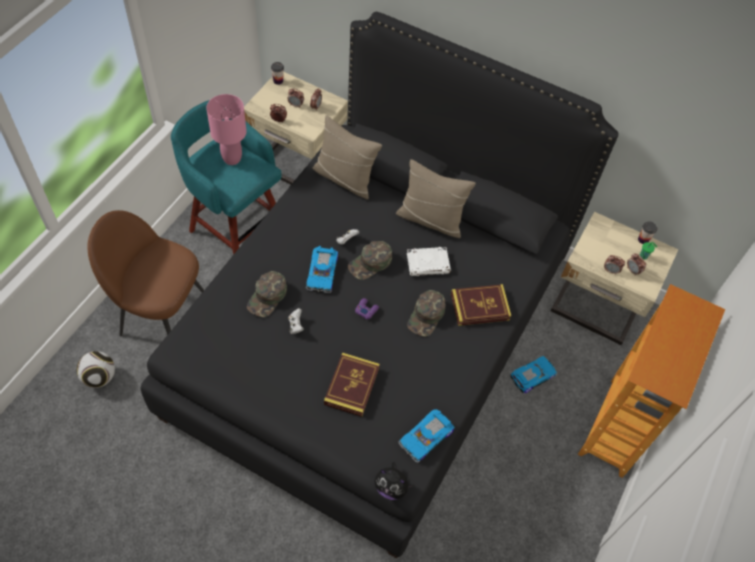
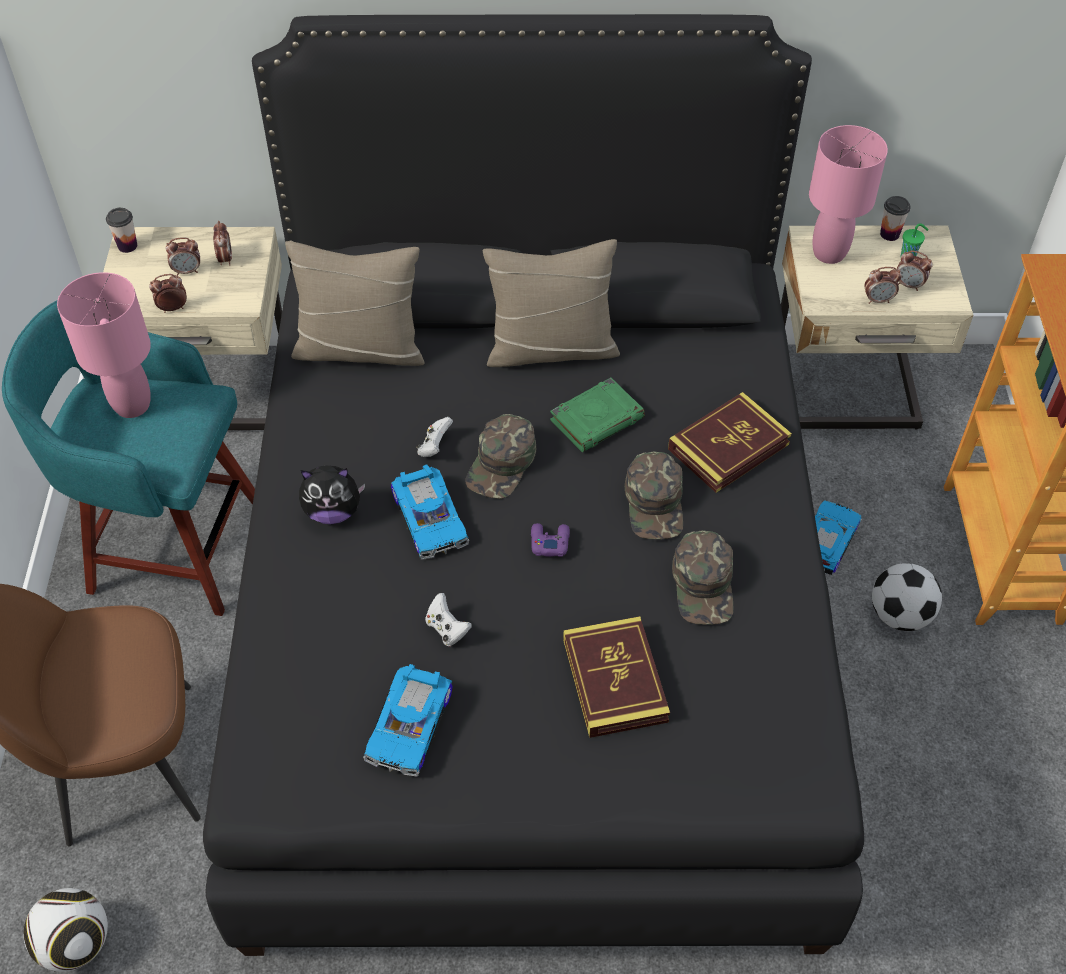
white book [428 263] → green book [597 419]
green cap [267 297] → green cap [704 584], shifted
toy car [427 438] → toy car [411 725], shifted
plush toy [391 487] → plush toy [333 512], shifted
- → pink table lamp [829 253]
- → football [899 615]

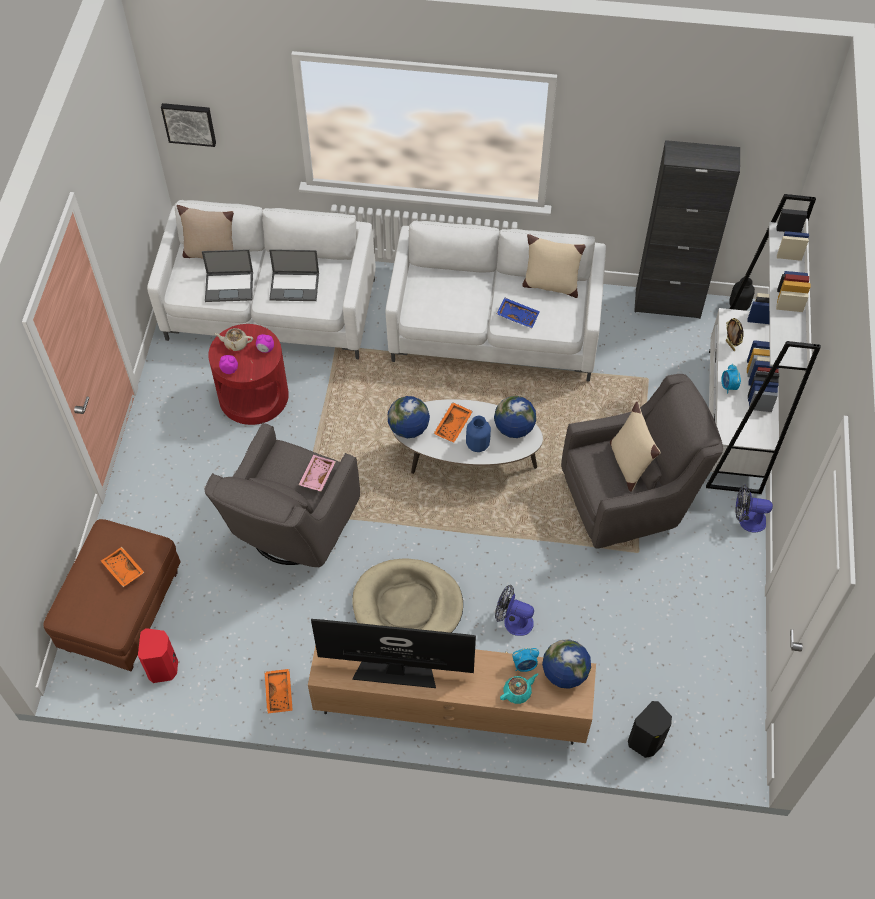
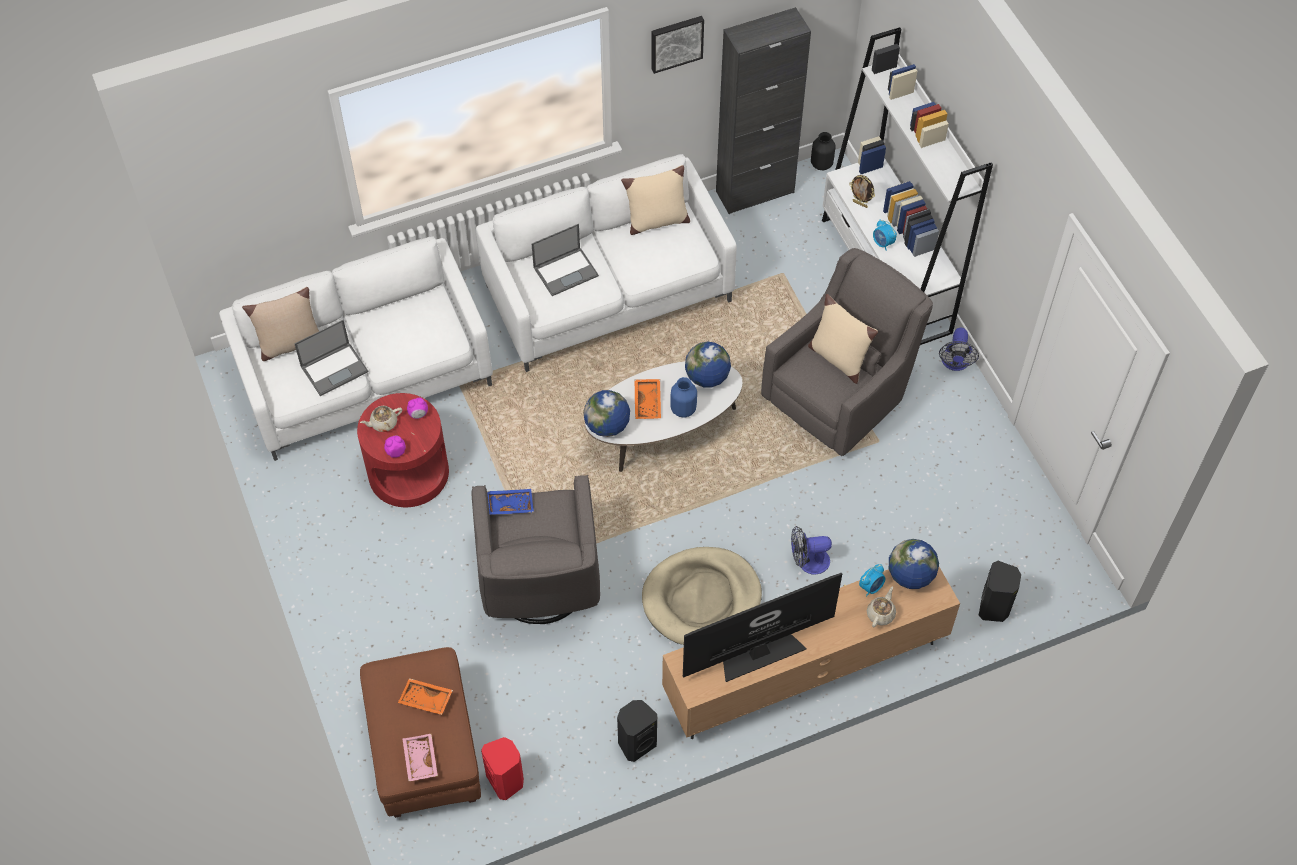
picture [189 123] → picture [676 42], shifted
laptop [295 286] → laptop [566 271], shifted
blue tray [518 315] → blue tray [510 504], shifted
pink tray [316 476] → pink tray [419 760], shifted
fan [747 520] → fan [955 363], 60 degrees counterclockwise
orange tray [280 693] → black speaker [636 743]
turquoise teapot [518 692] → beige teapot [881 614]

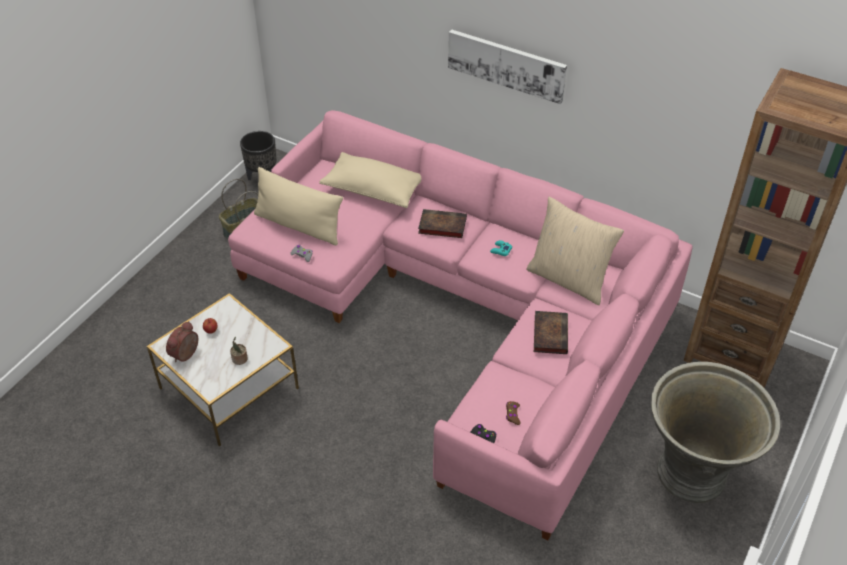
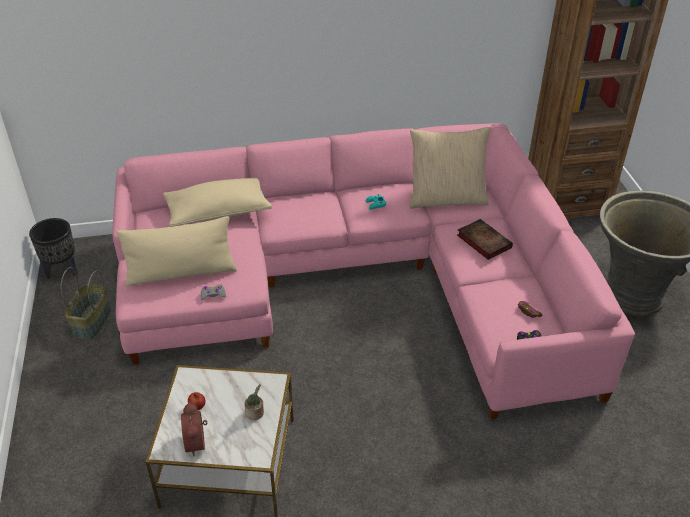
picture [506 65] → -
book [441 226] → -

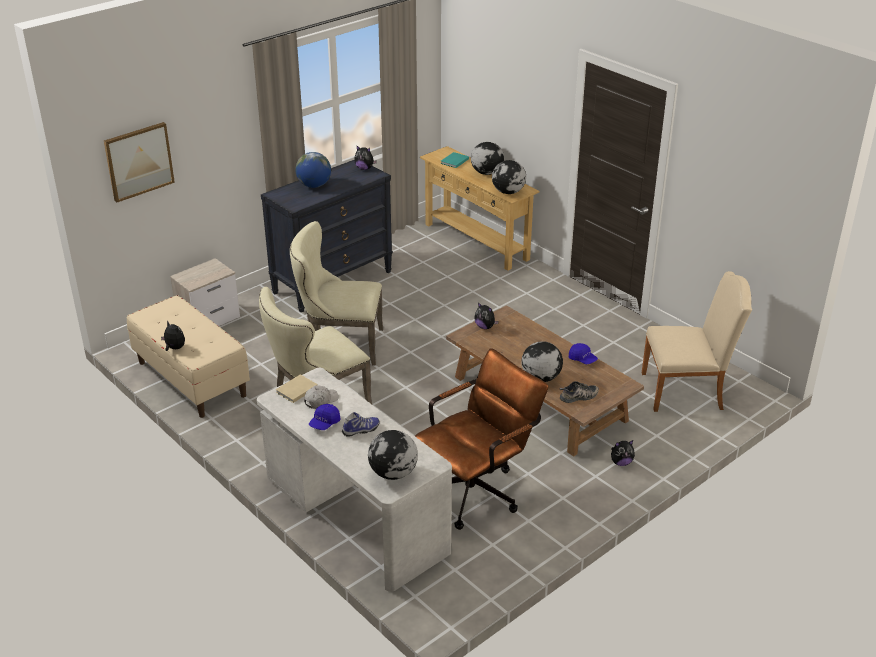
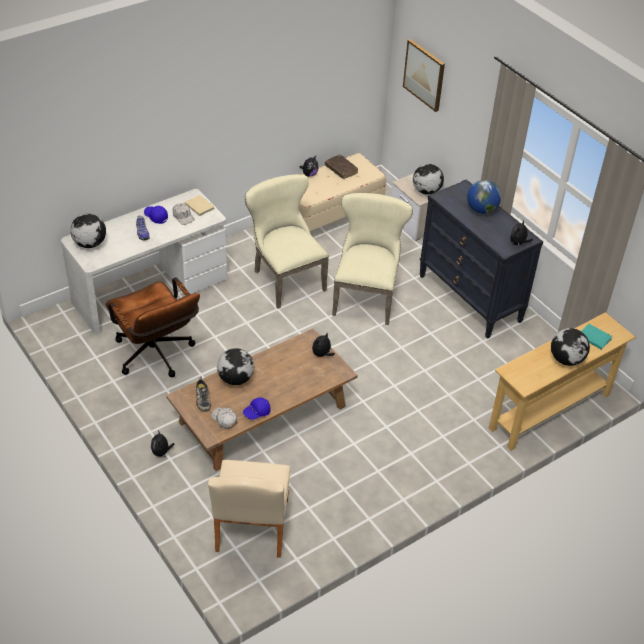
globe [508 192] → globe [426 191], shifted
- → brown book [341 170]
- → white cap [224 419]

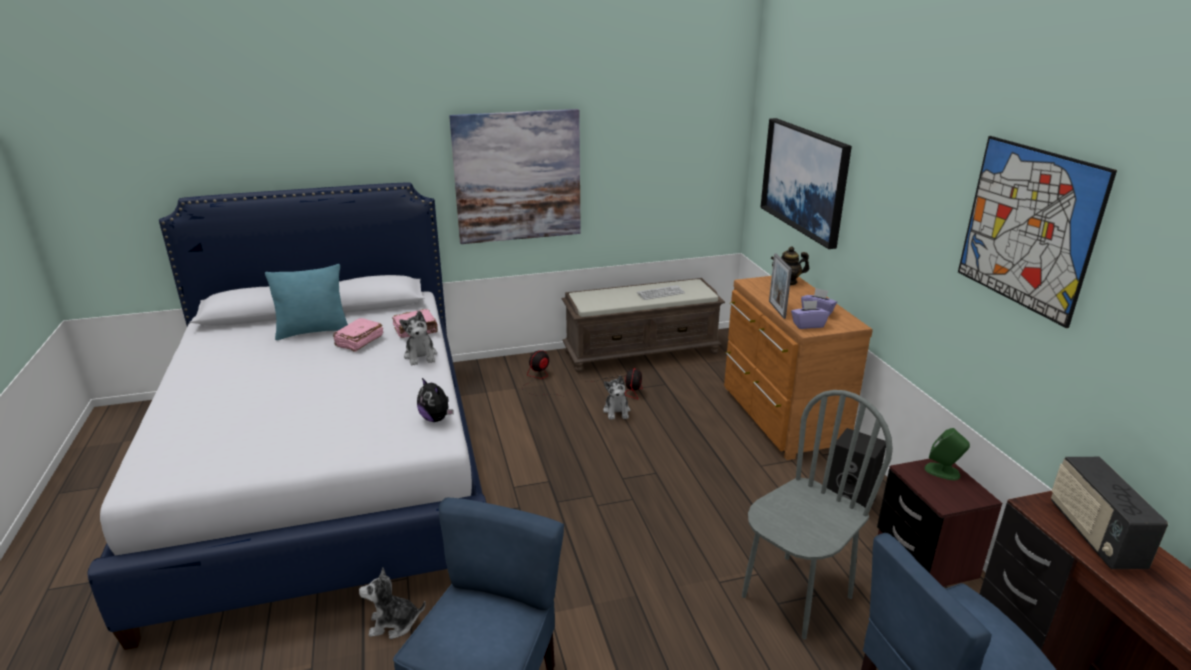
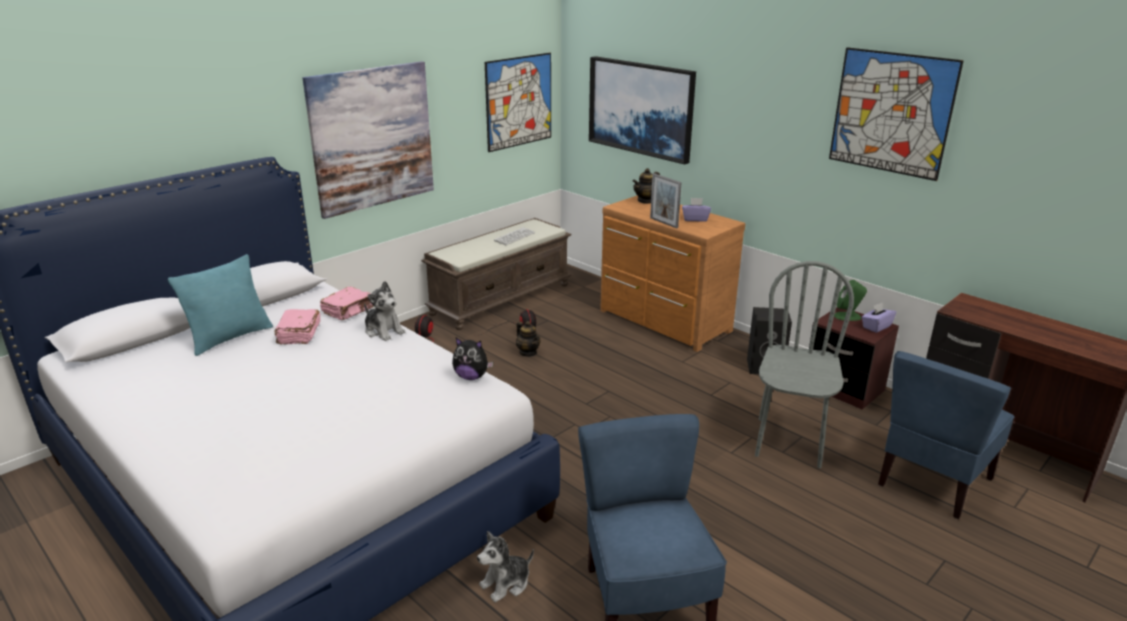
purple tissue box [808 325] → purple tissue box [876 327], shifted
plush toy [617 411] → teapot [528 352]
radio [1093 535] → -
- → picture [519 101]

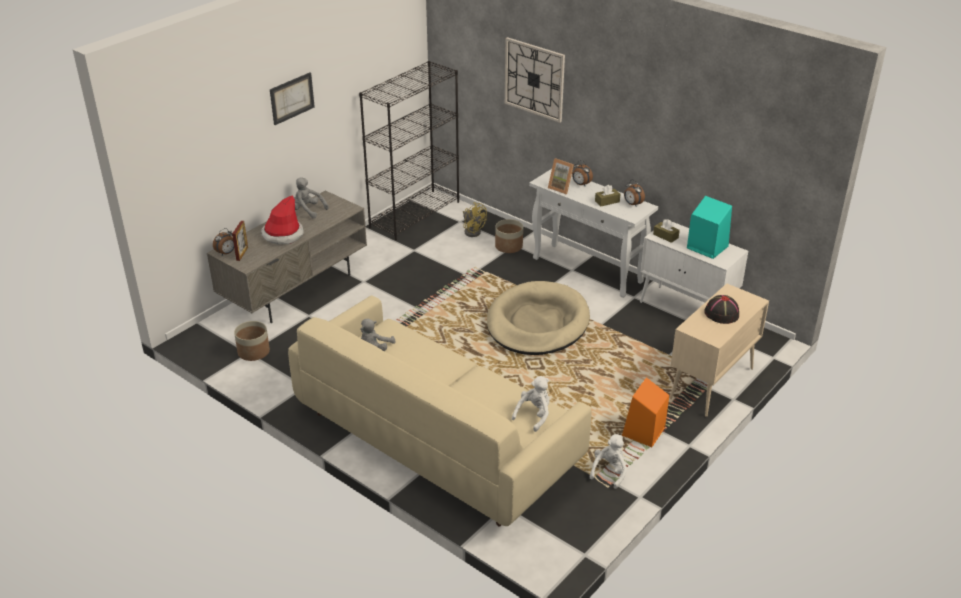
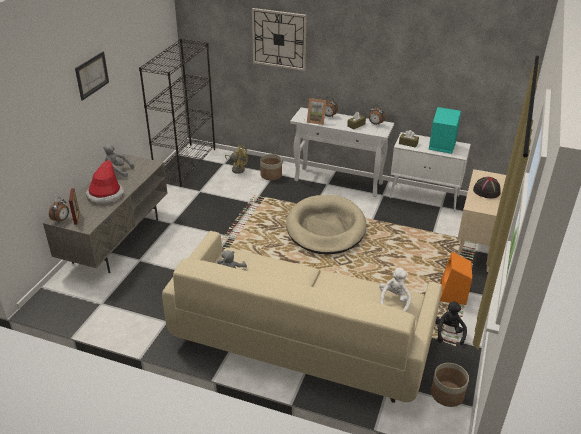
planter [254 352] → planter [447 394], shifted
white plush toy [609 472] → black plush toy [448 332]

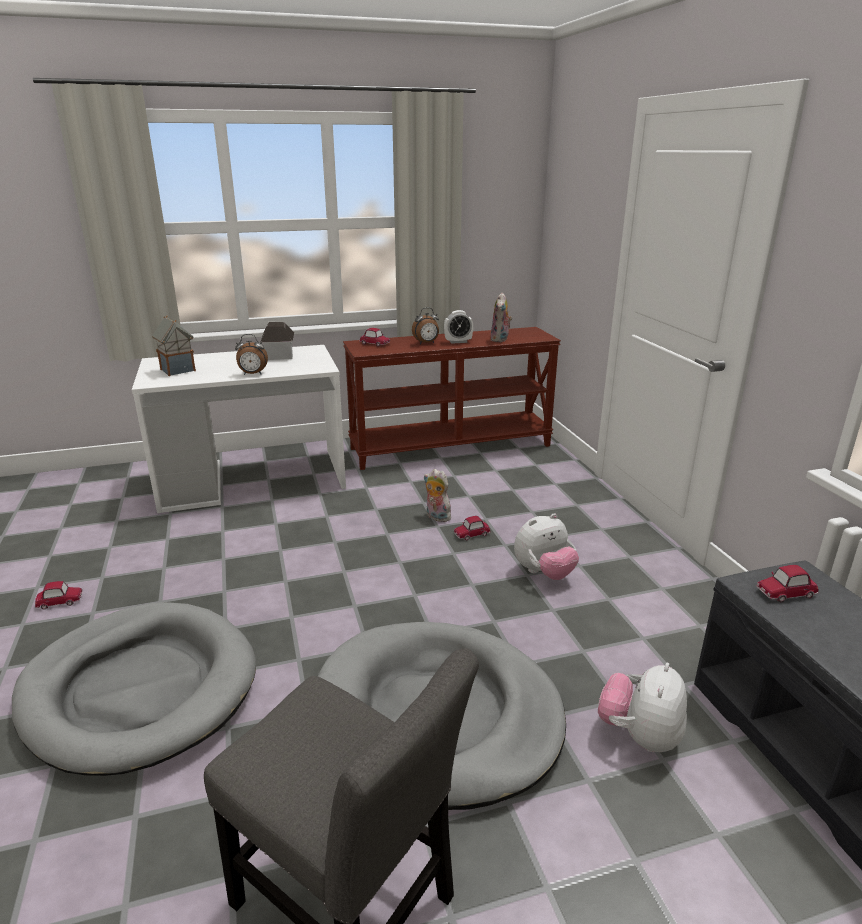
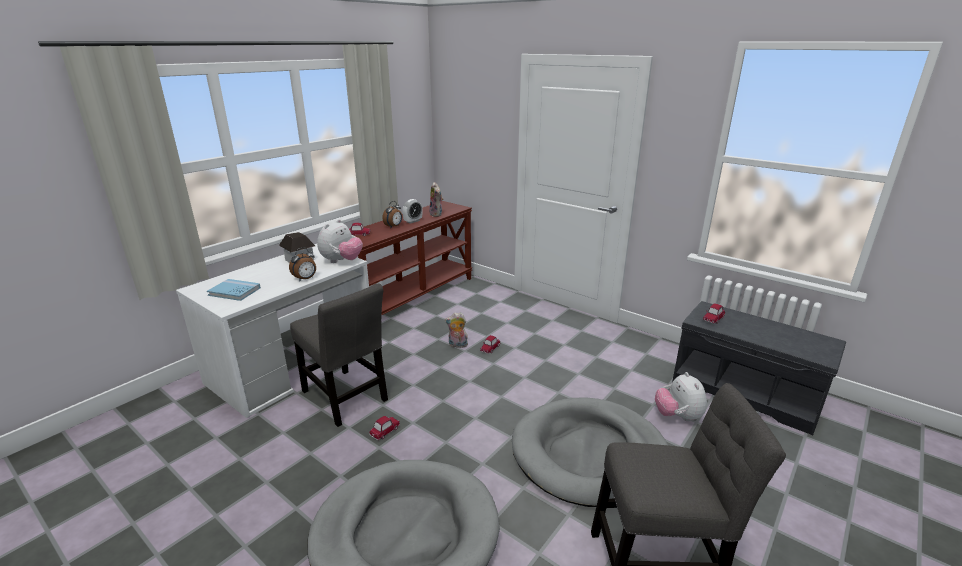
toy house [178 370] → blue book [234 291]
plush toy [544 573] → plush toy [341 261], shifted
toy car [60 601] → toy car [385 431], shifted
- → grey chair [346 398]

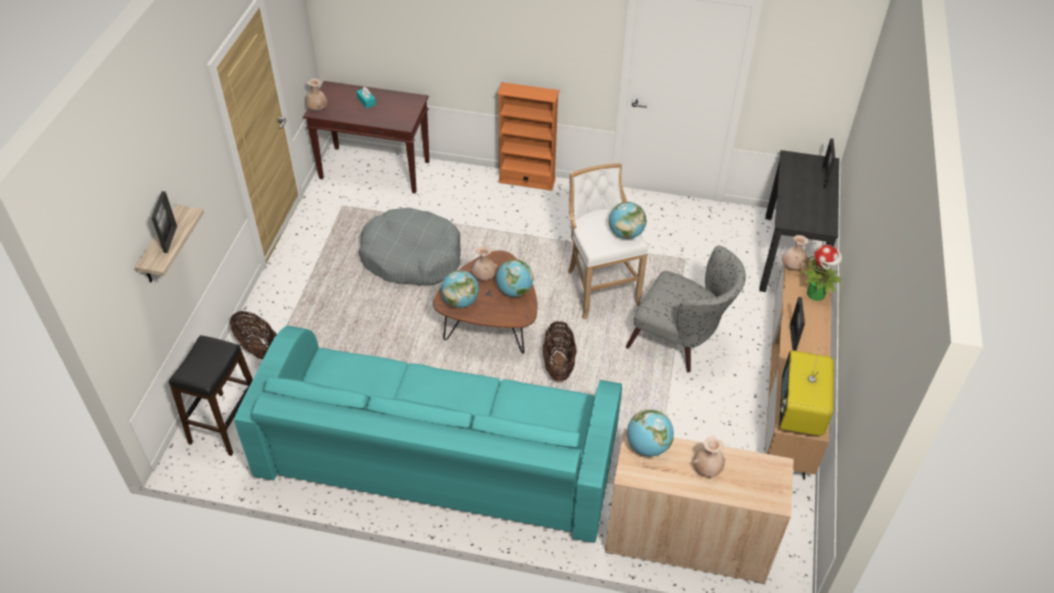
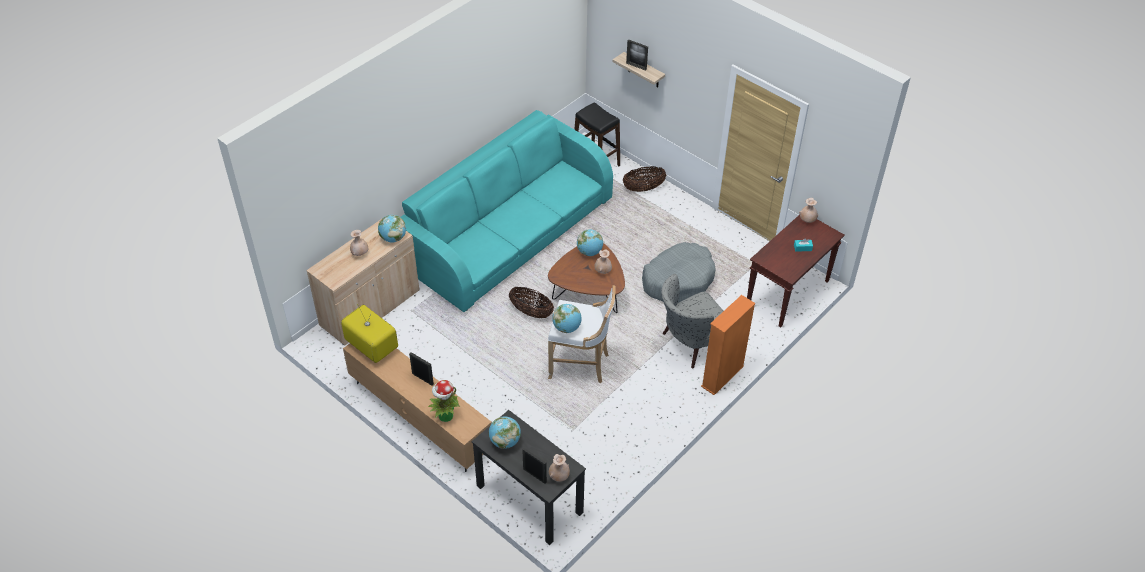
beige vase [792 266] → beige vase [559 476], shifted
grey armchair [681 340] → grey armchair [691 344], shifted
globe [514 291] → globe [505 441], shifted

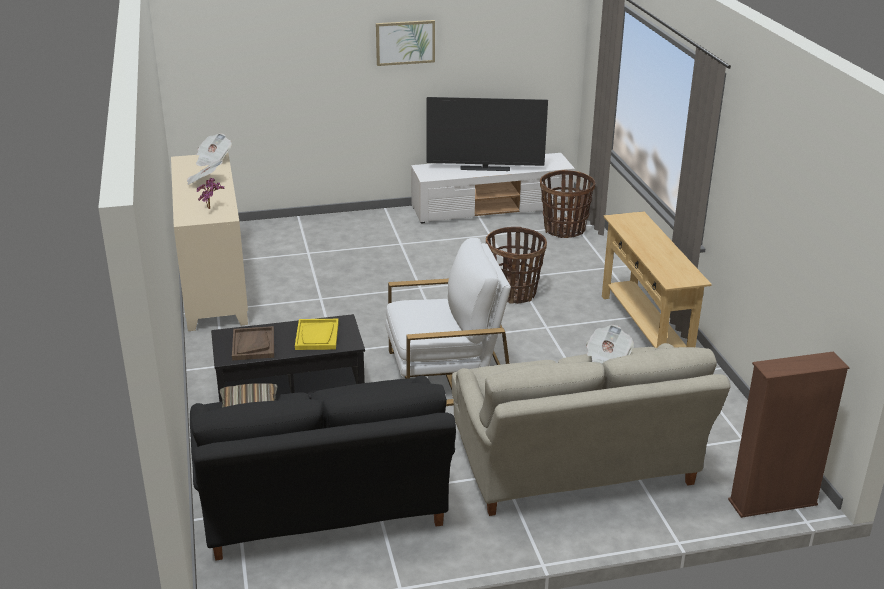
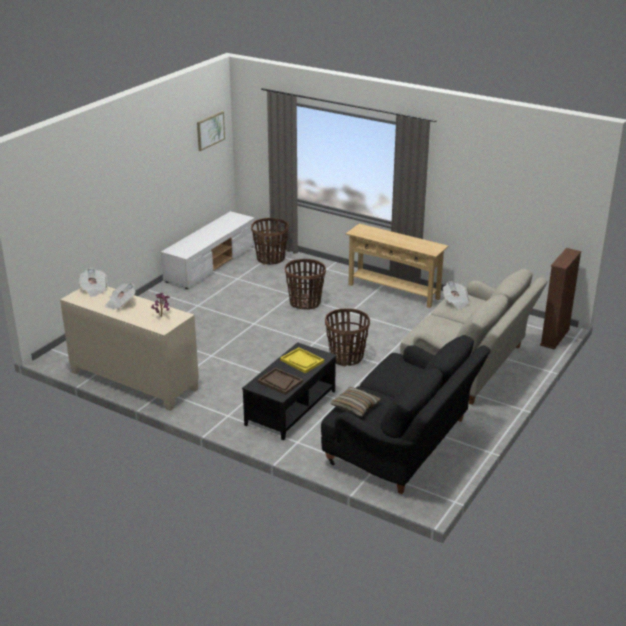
picture [405 42] → picture [210 130], shifted
television [485 169] → -
white armchair [447 374] → basket [346 357]

